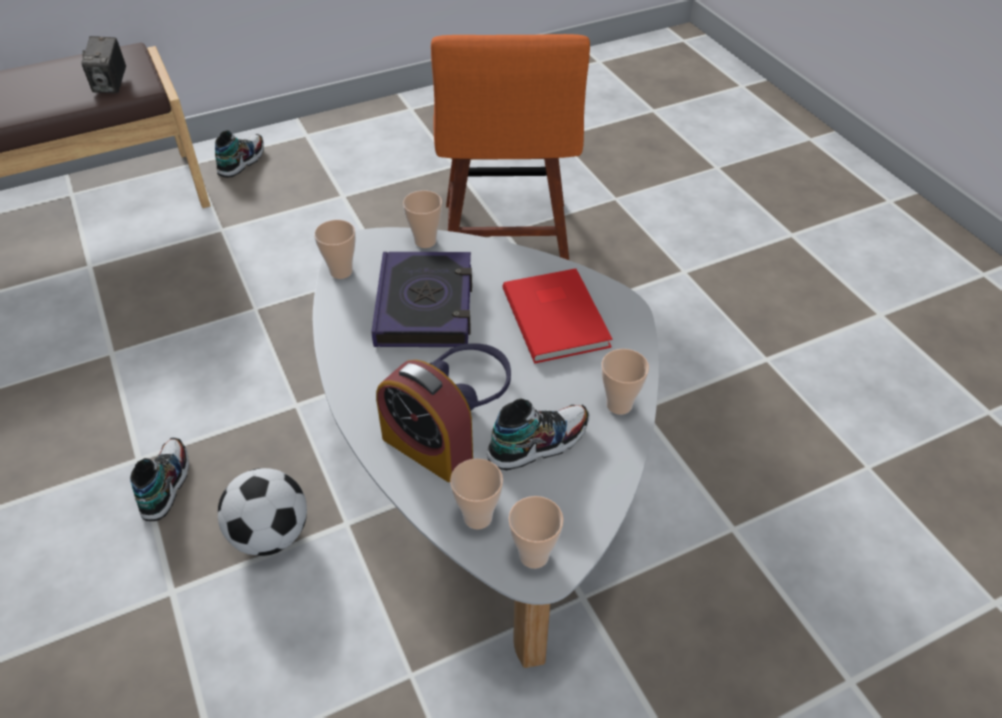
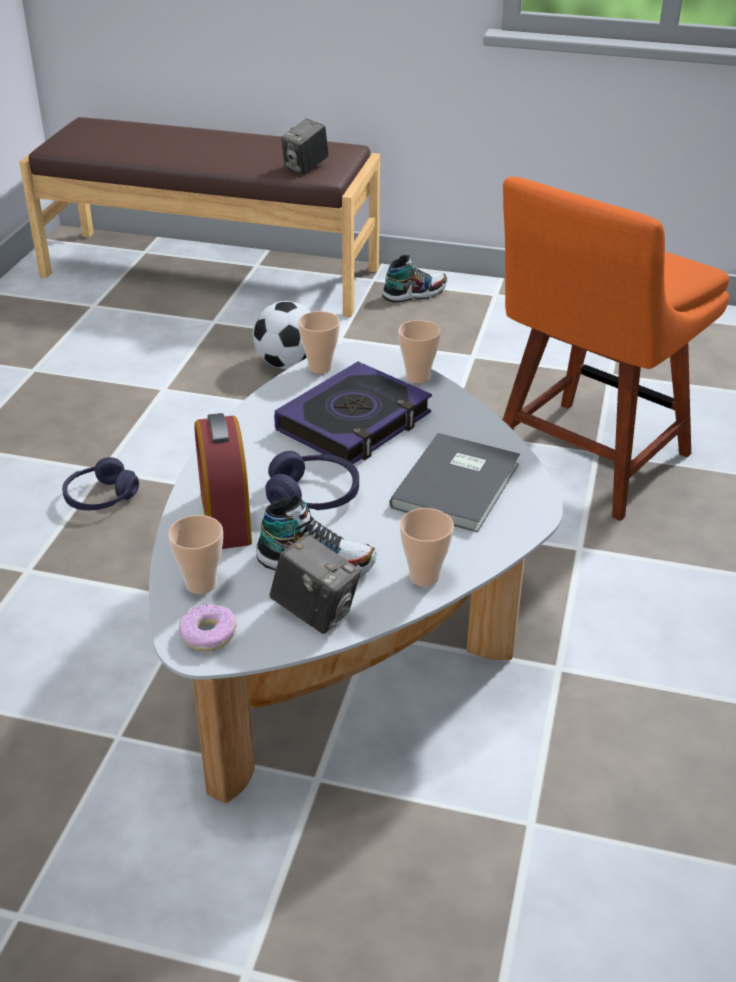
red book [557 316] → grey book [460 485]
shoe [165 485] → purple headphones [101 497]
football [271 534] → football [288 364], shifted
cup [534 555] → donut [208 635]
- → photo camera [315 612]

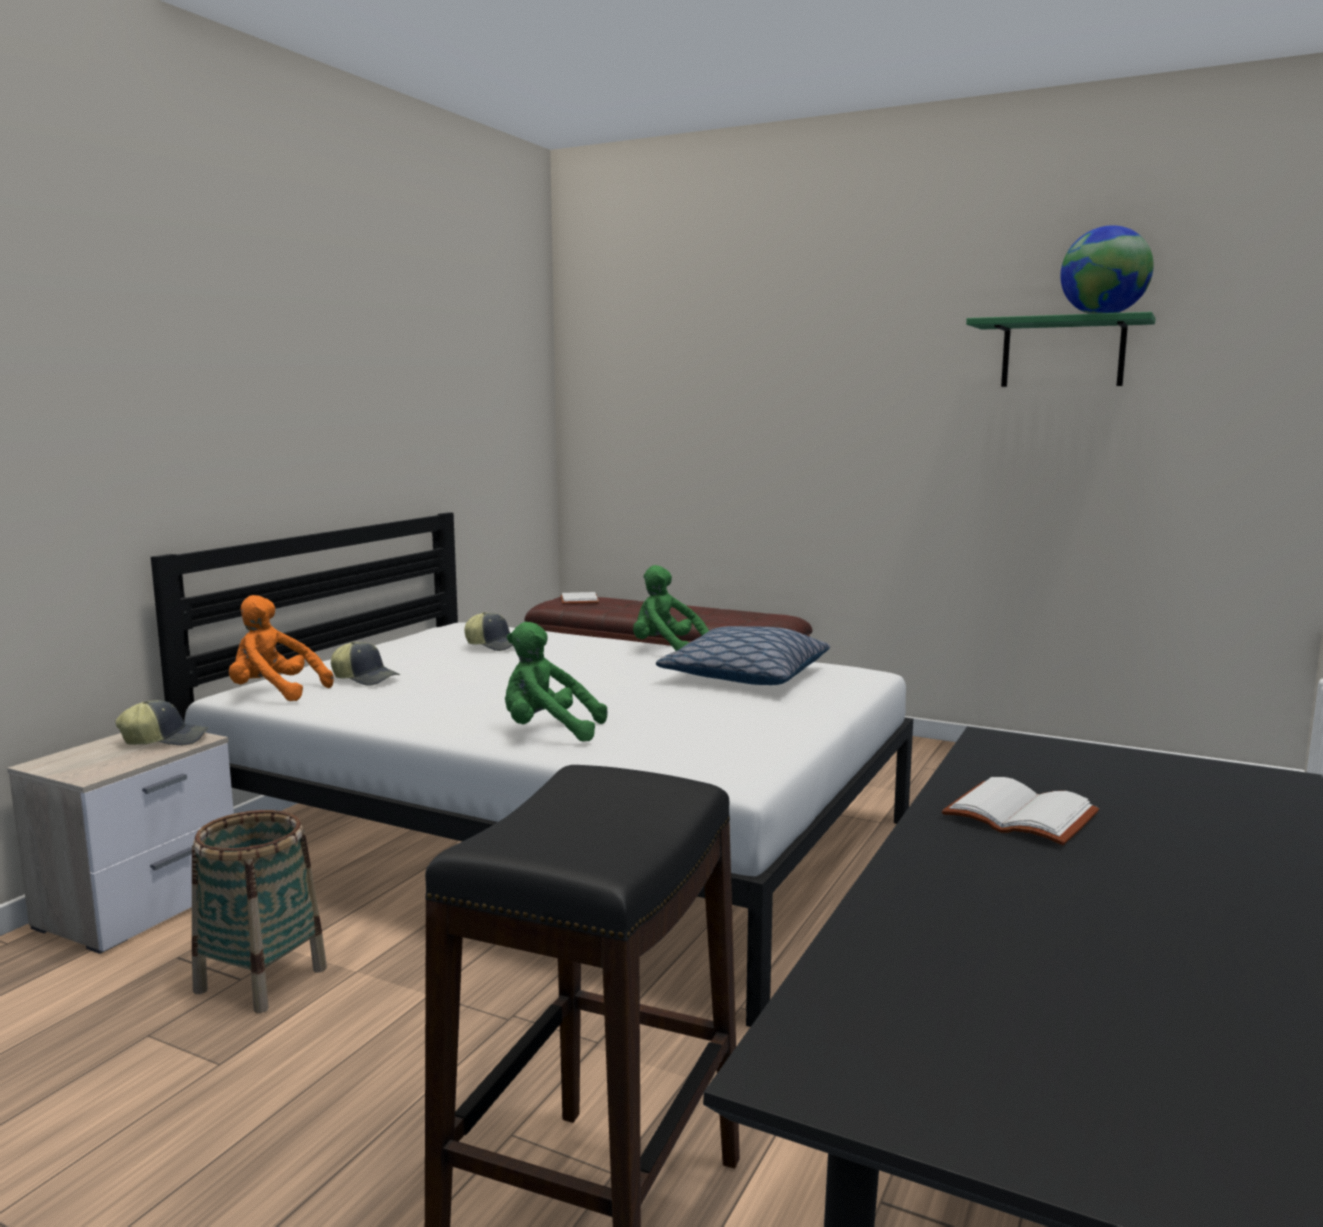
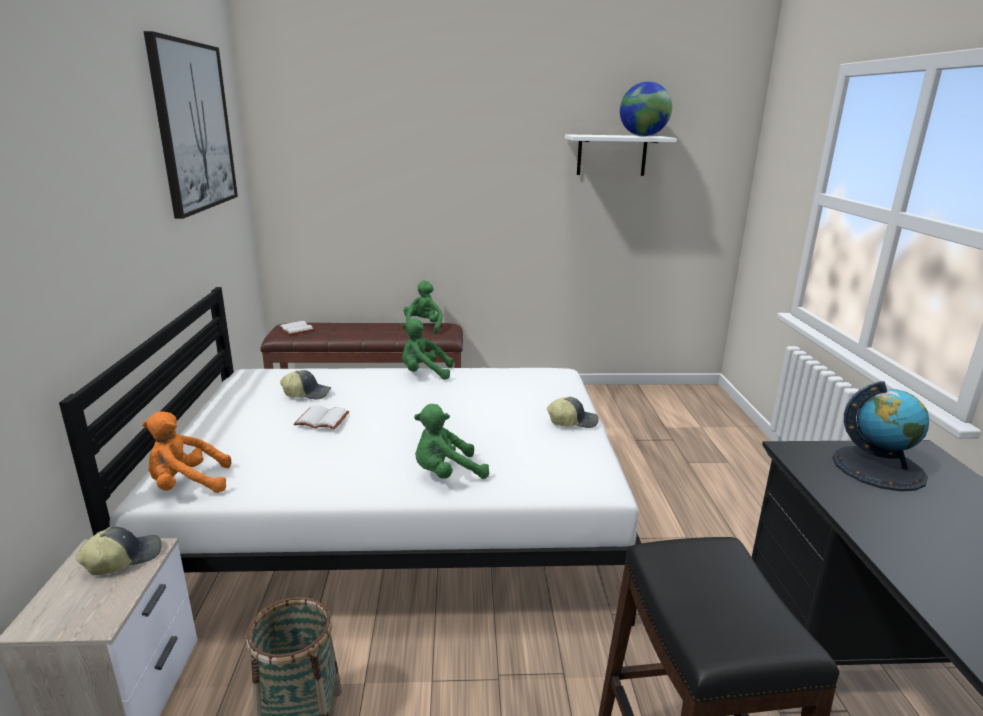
green shelf [1063 353] → white shelf [611 155]
pillow [744 677] → -
cap [366 679] → cap [572 421], shifted
white book [1016 817] → white book [320 420], shifted
- → picture [194 127]
- → green plush toy [423 327]
- → globe [878 467]

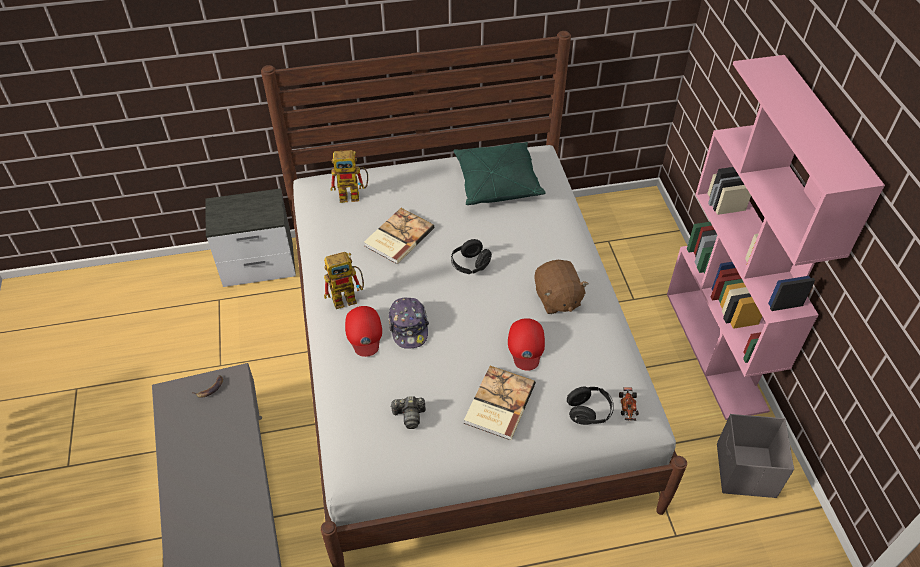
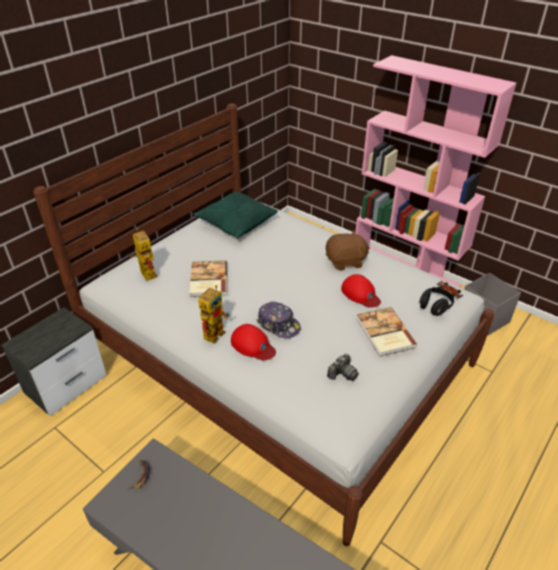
toy robot [354 195] → toy robot [145 273], 75 degrees counterclockwise
black headphones [470 265] → -
brown plush toy [557 299] → brown plush toy [345 262], 45 degrees counterclockwise

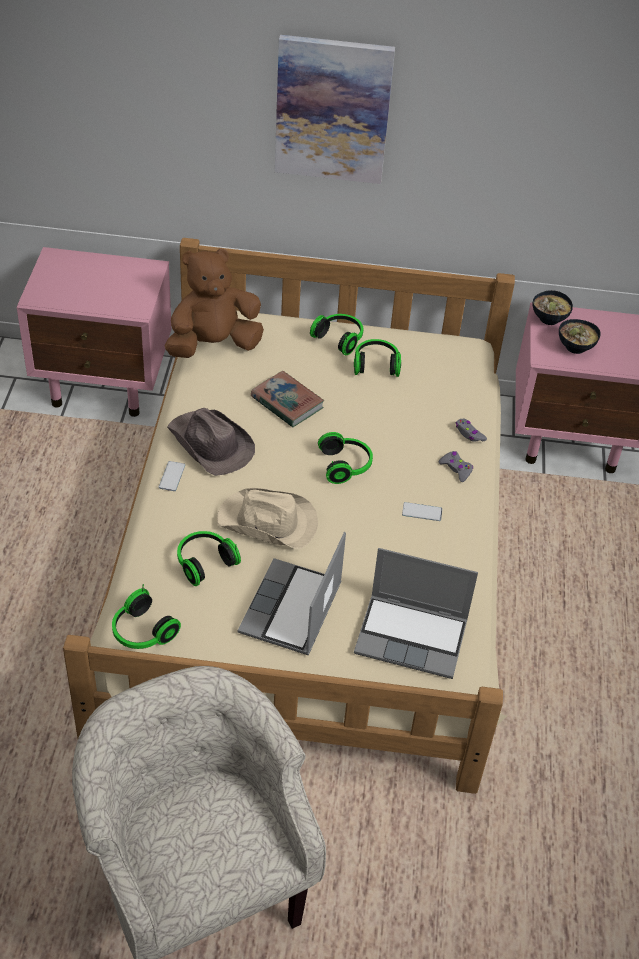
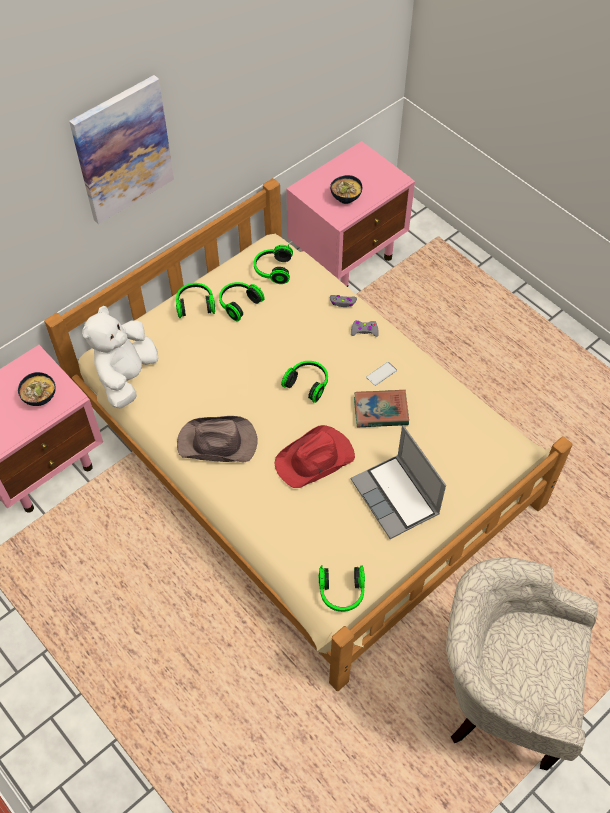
brown plush toy [213 345] → white plush toy [126 377]
bowl [548 319] → bowl [39 398], shifted
book [287 403] → book [380 411], shifted
phone [172 476] → -
beige hat [268 522] → red hat [315 459]
headphones [204 562] → headphones [272 270], shifted
laptop [413 637] → -

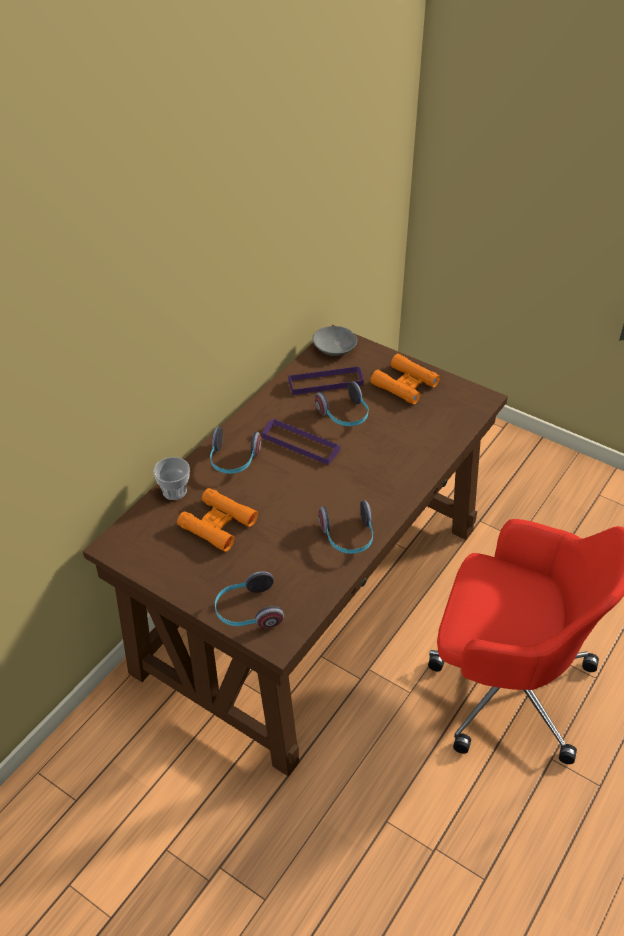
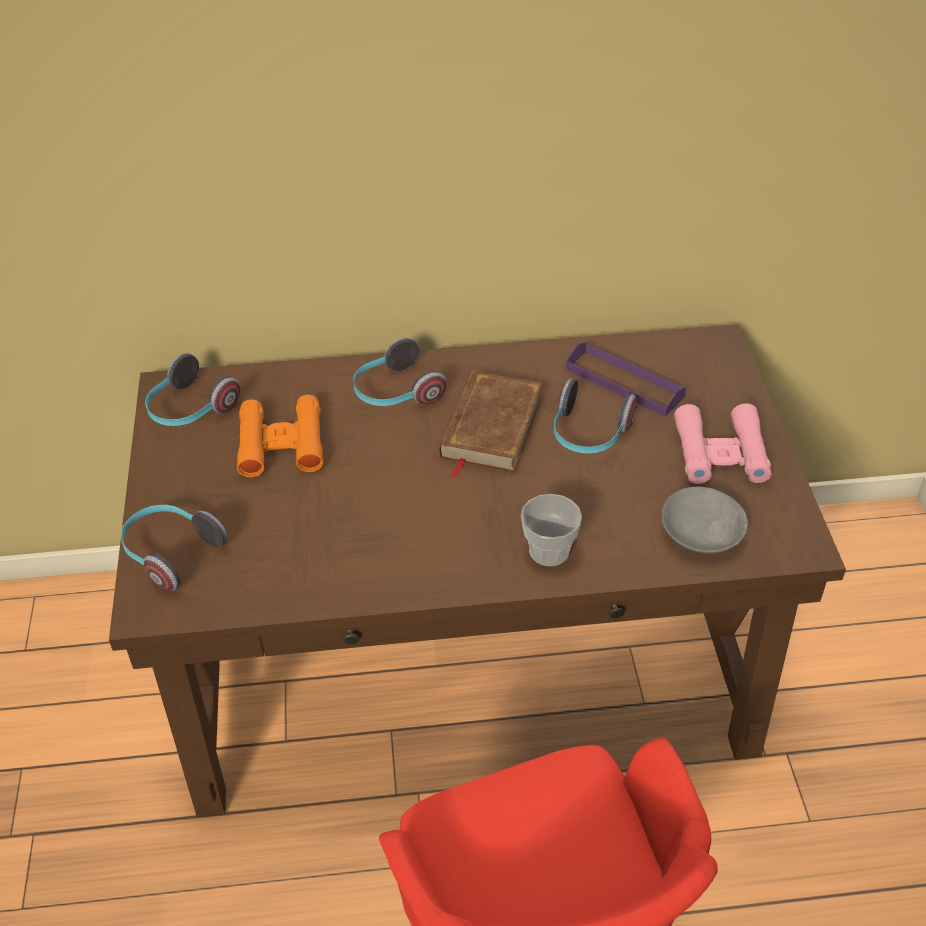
grey bowl [335 348] → grey bowl [702 533], shifted
orange binoculars [405 384] → pink binoculars [720 453]
purple tray [300 444] → brown book [490 428]
cup [174 491] → cup [549 551], shifted
headphones [348 537] → headphones [189 409], shifted

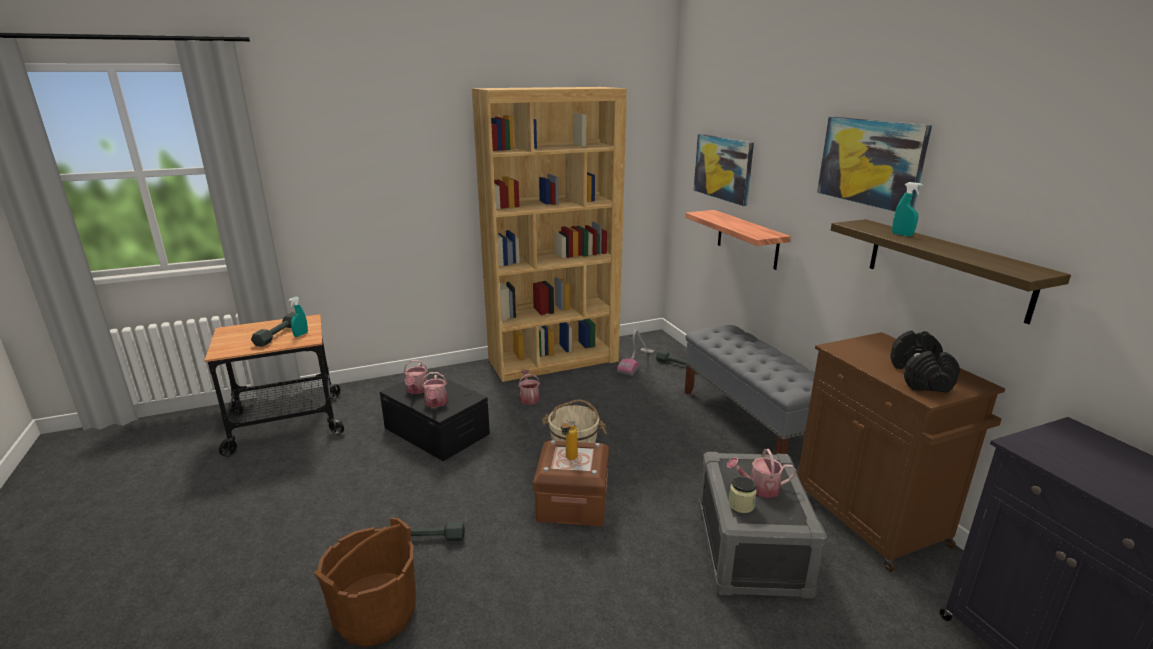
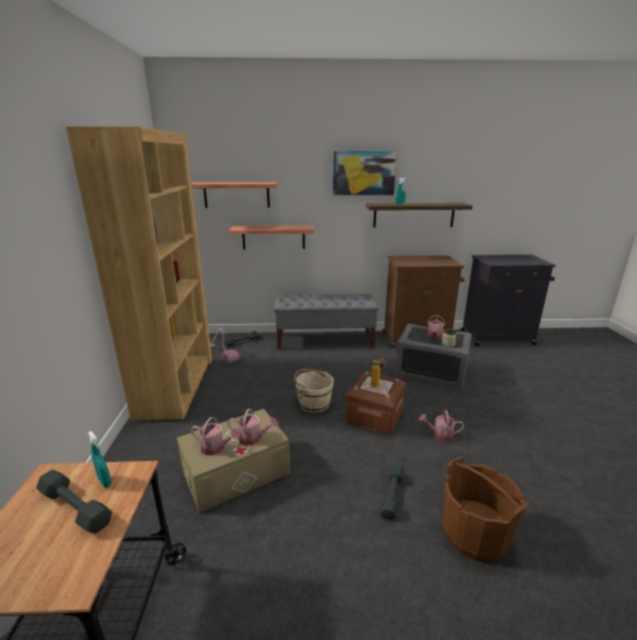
picture [723 168] → shelf [236 195]
black dumbbell [920 377] → -
watering can [529 398] → watering can [439 434], shifted
black storage box [436 431] → beige storage box [236 472]

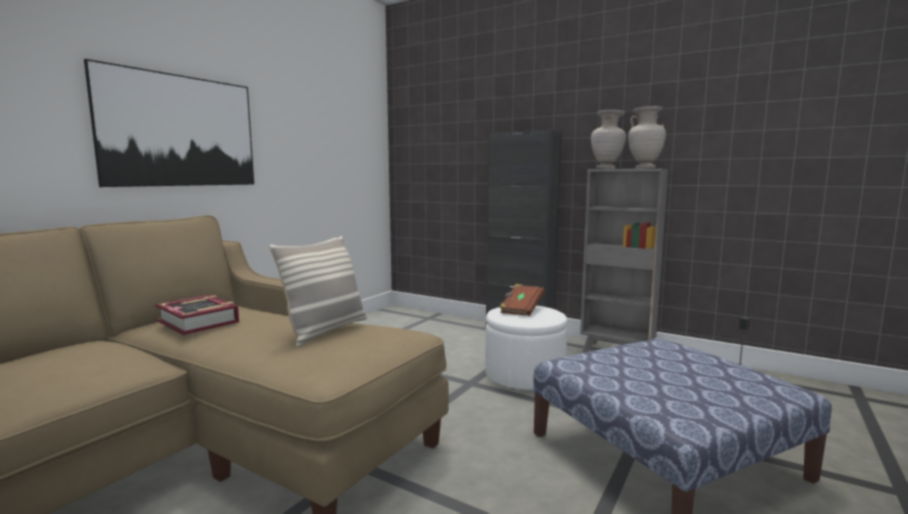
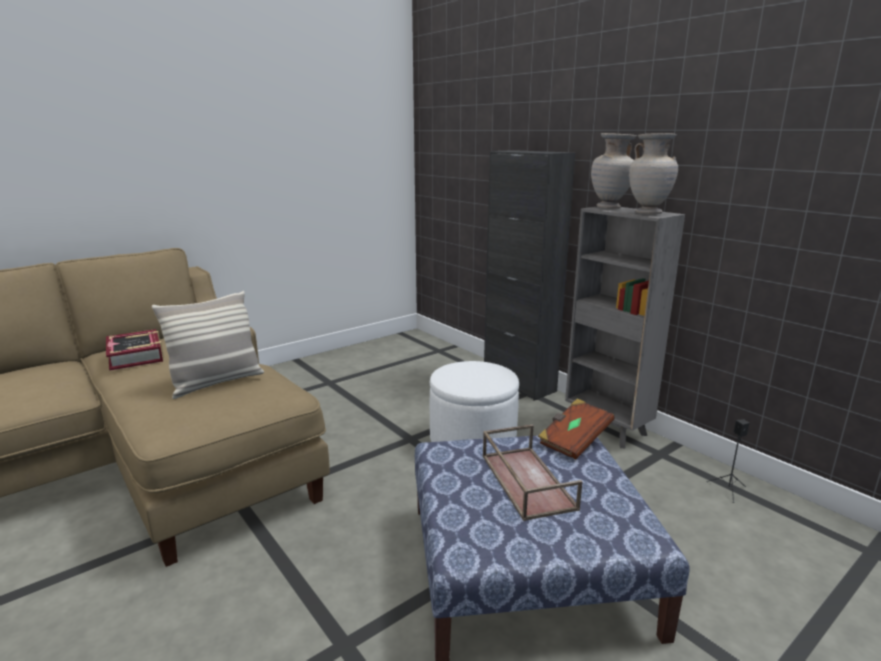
picture [181 131] → -
brown book [521 309] → brown book [573 440], shifted
- → brown tray [525 481]

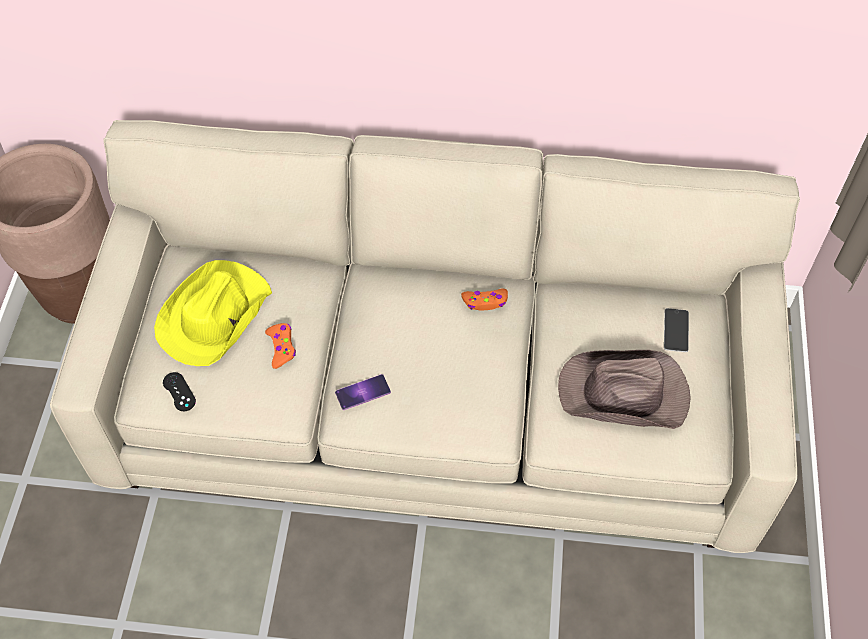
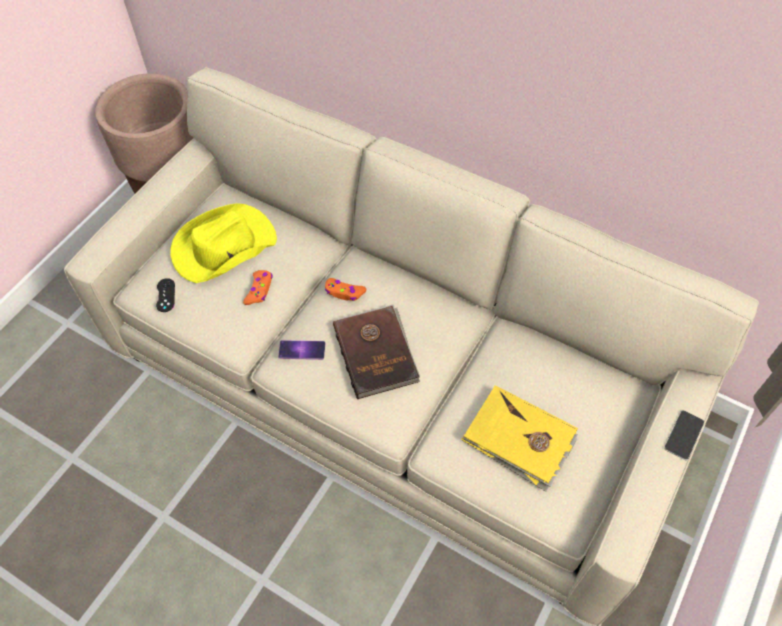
orange game controller [485 302] → orange game controller [344 292], shifted
phone [676 330] → phone [684 435], shifted
brown hat [624 394] → yellow book [519 439]
- → brown book [376 352]

